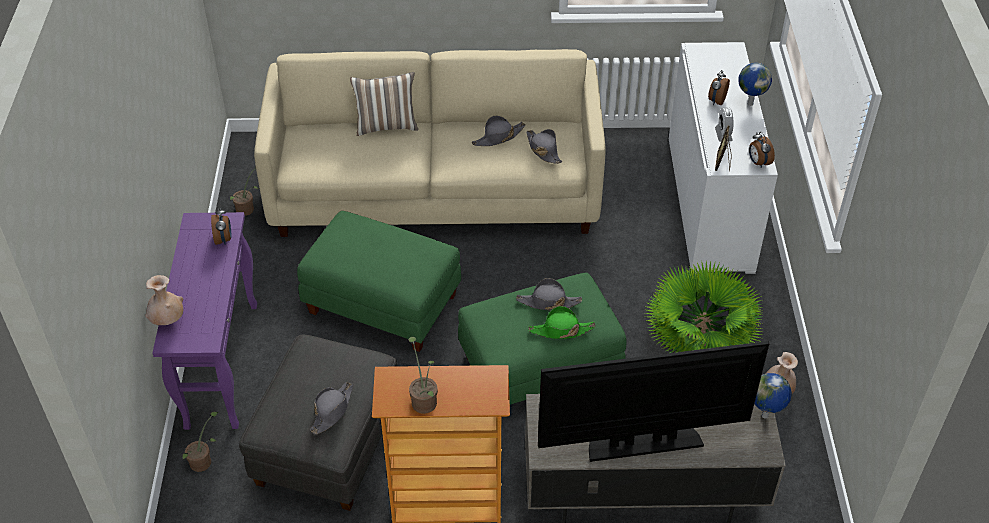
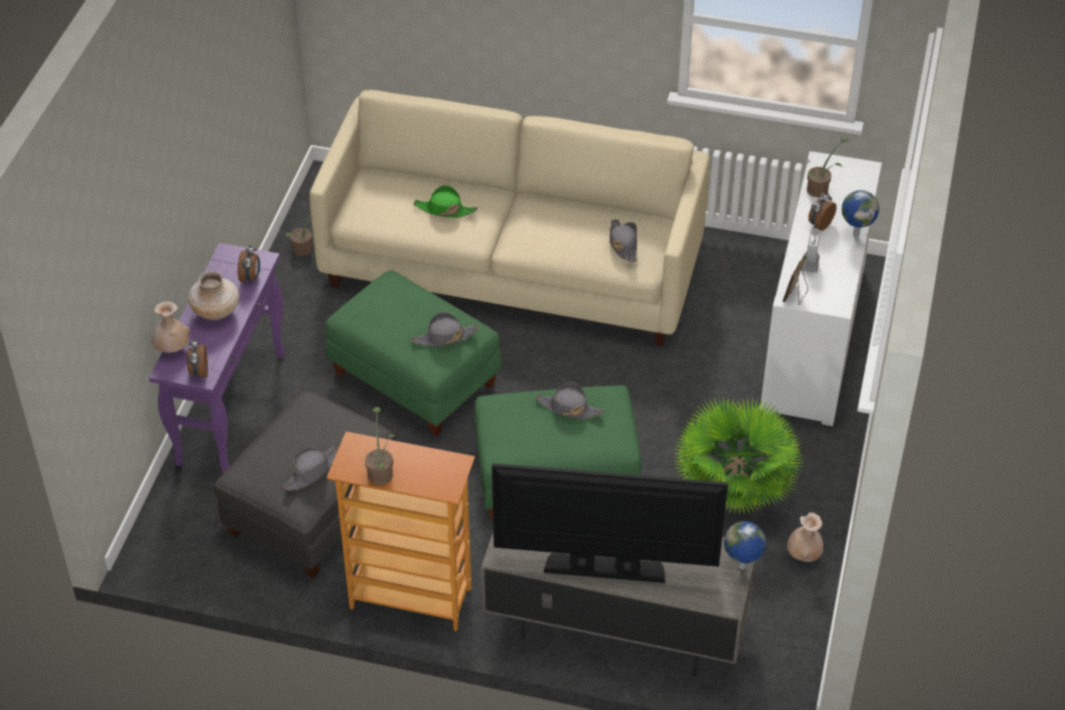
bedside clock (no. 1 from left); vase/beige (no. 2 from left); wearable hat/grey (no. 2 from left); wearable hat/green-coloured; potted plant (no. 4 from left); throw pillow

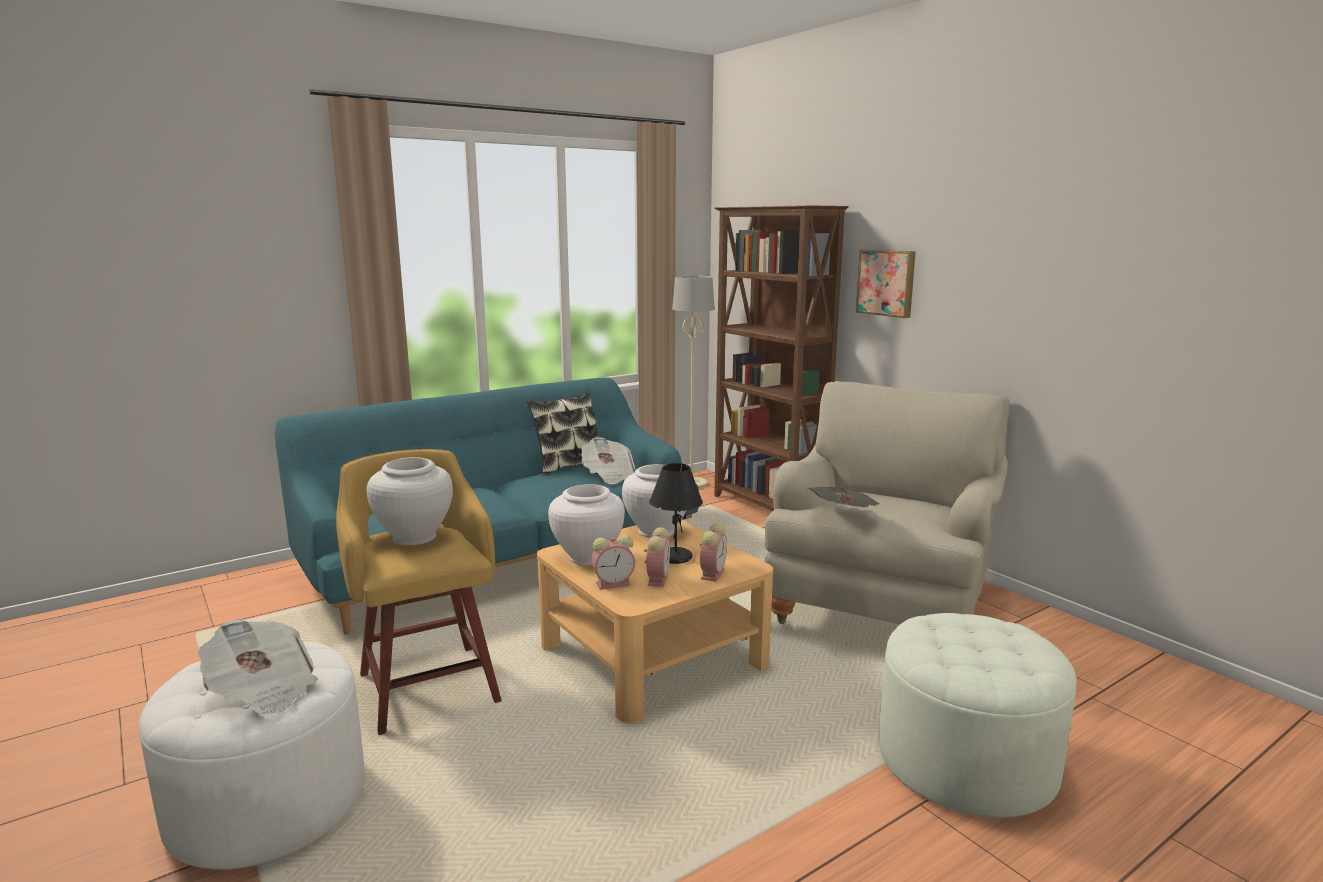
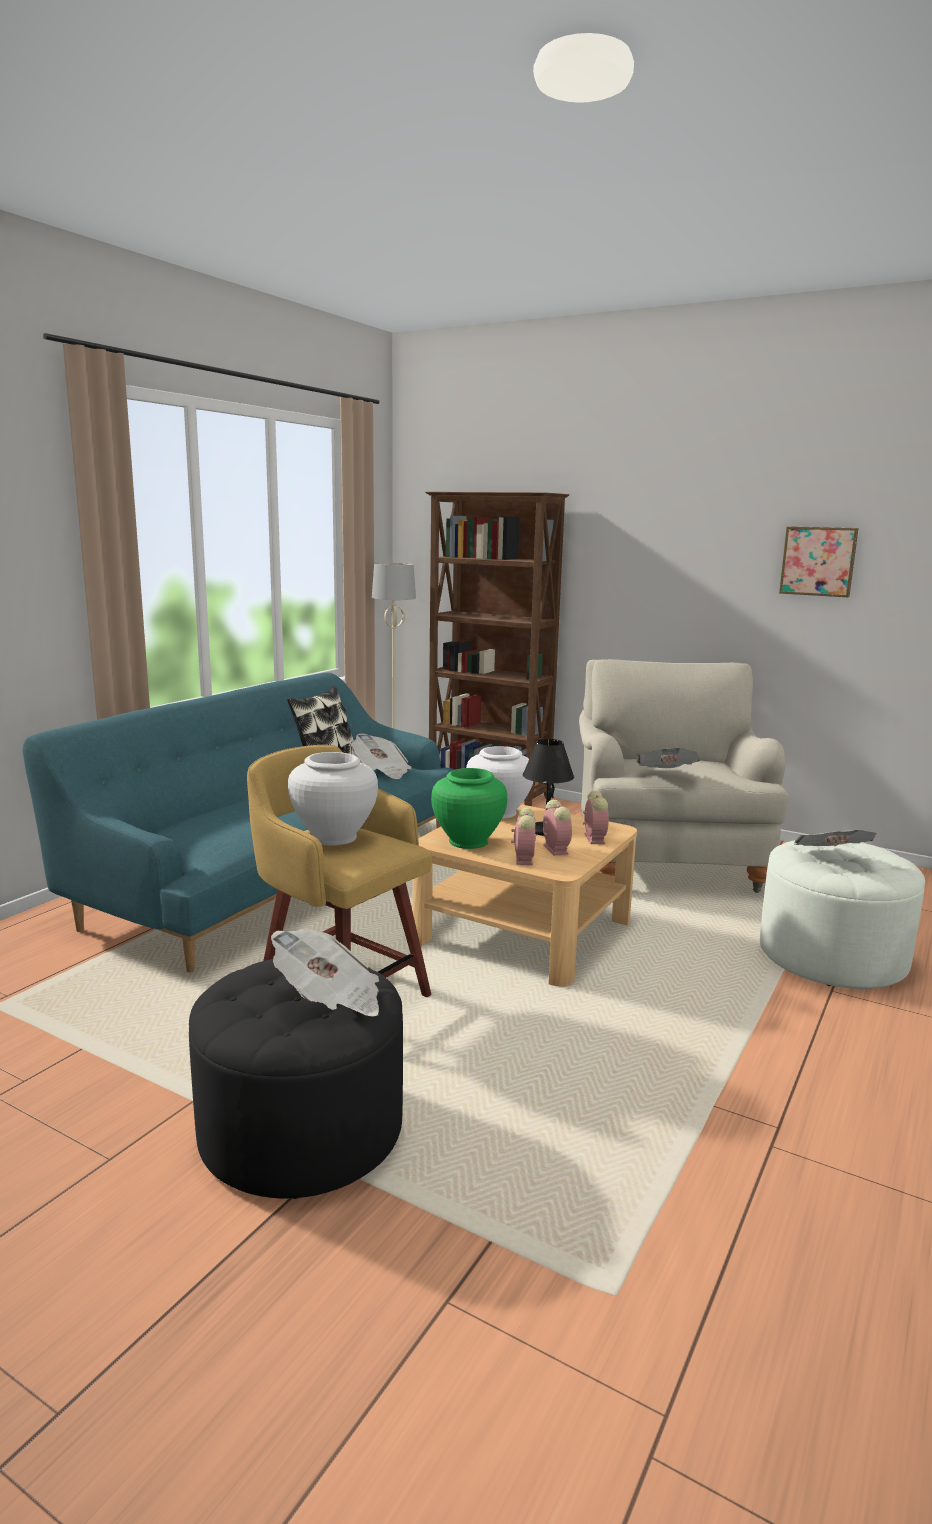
pouffe/blackish; vase/green-coloured; bedside clock (no. 1 from left); wall art; newspaper (no. 4 from left)

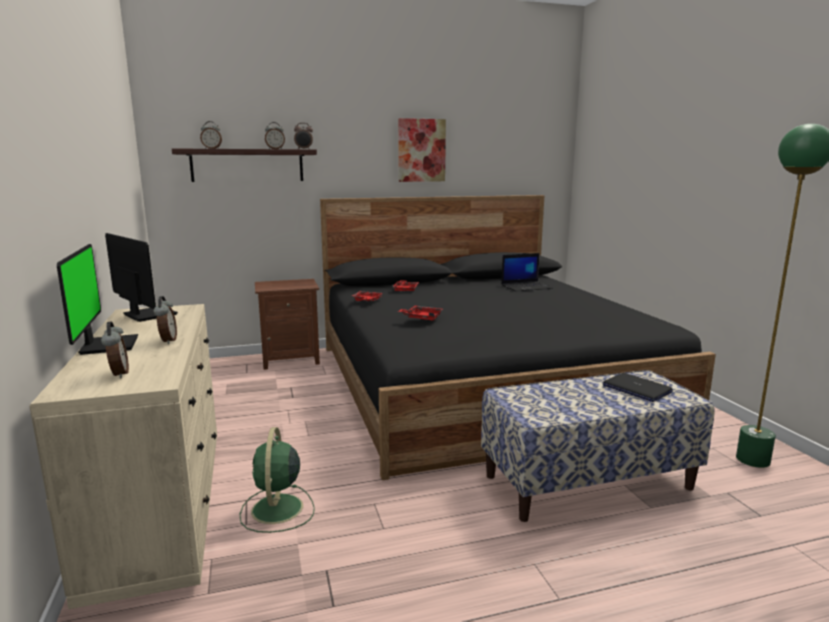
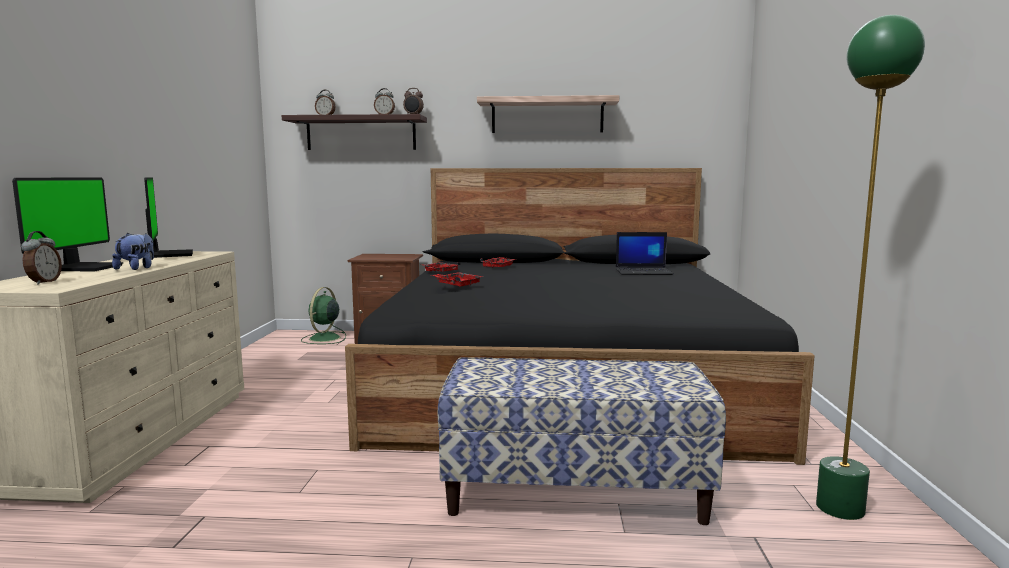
soft toy; fan/green-coloured; bracket shelf (no. 2 from left); laptop (no. 2 from left in the first image)

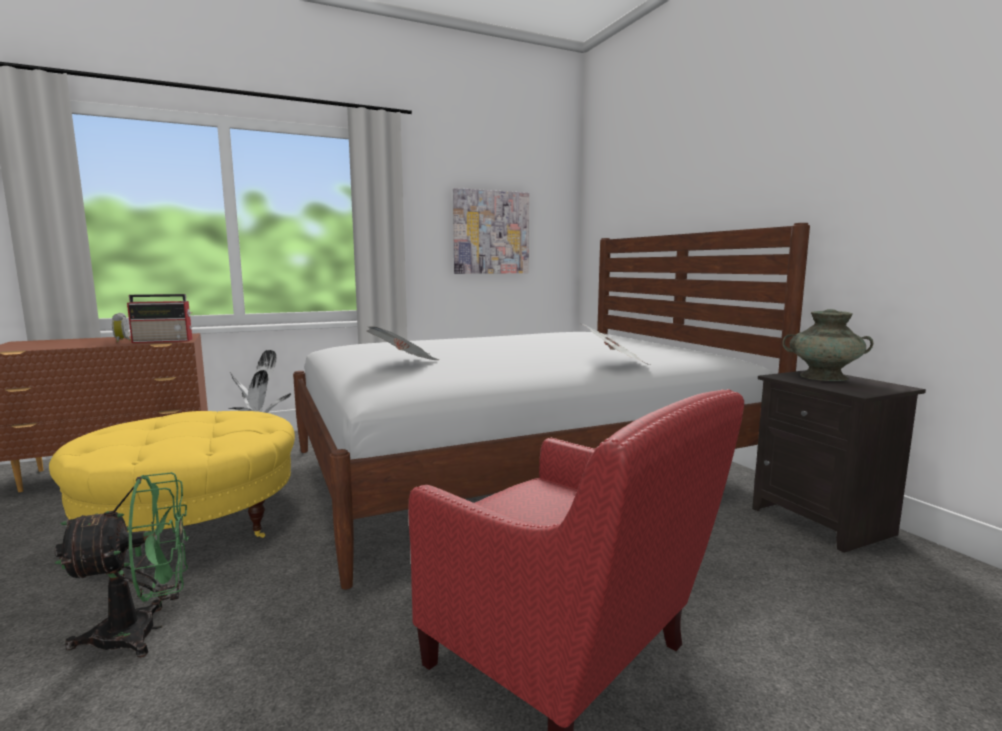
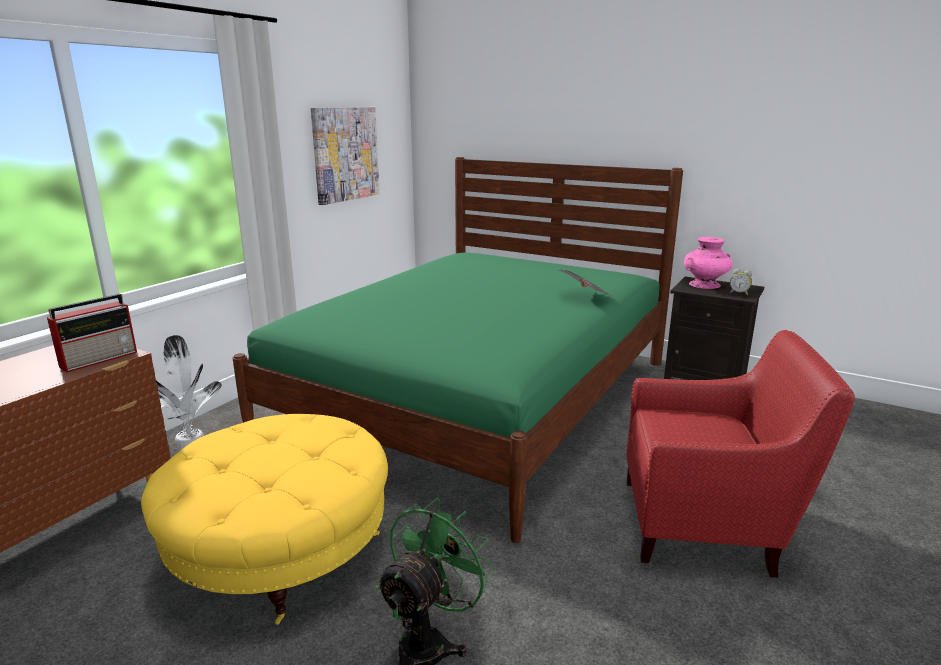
sleeping bed/green-coloured; vase/pink-coloured; bedside clock; newspaper (no. 1 from left in the first image)

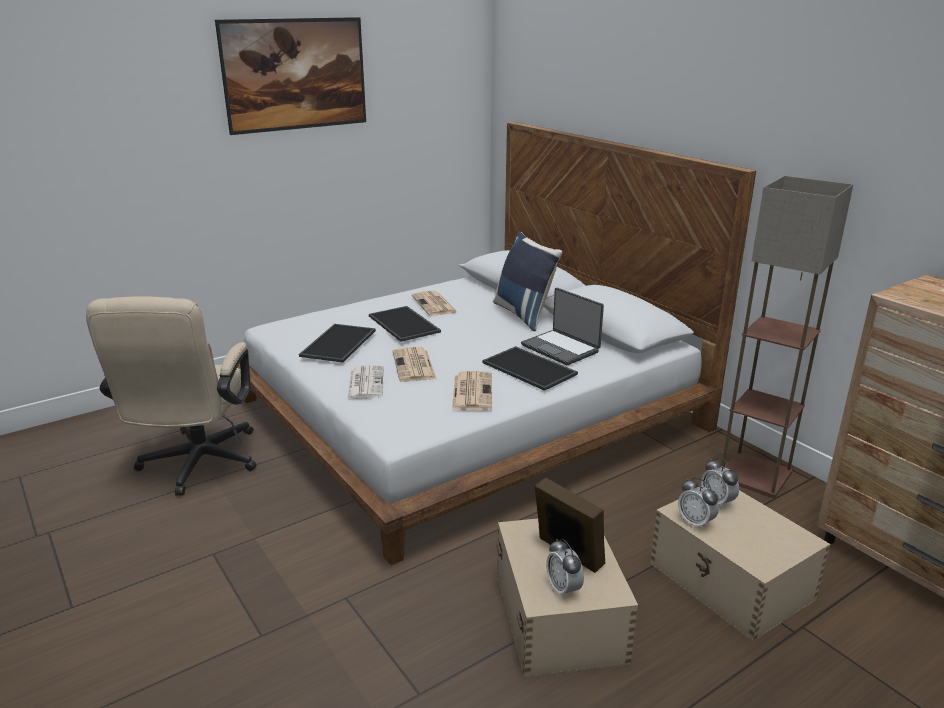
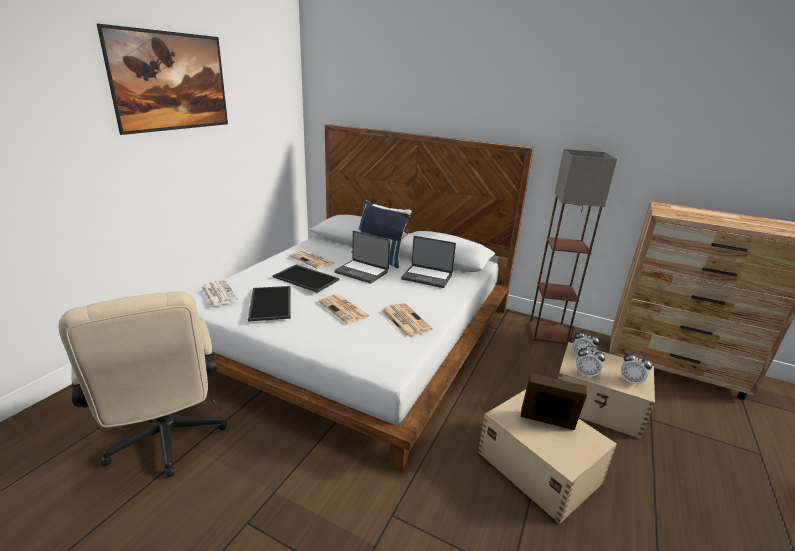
newspaper (no. 1 from left); laptop (no. 1 from left); bedside clock (no. 3 from left); carrying tray (no. 3 from left in the first image)

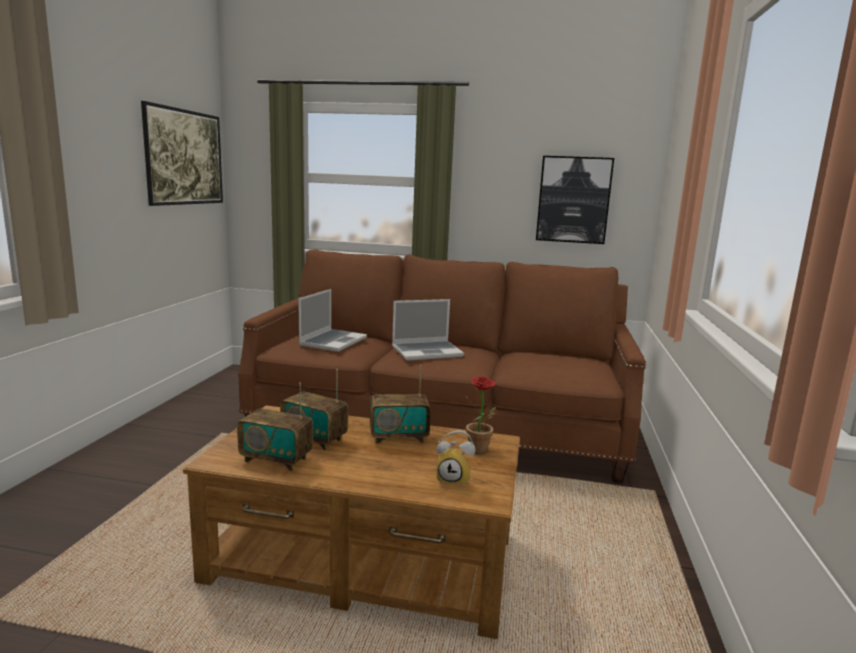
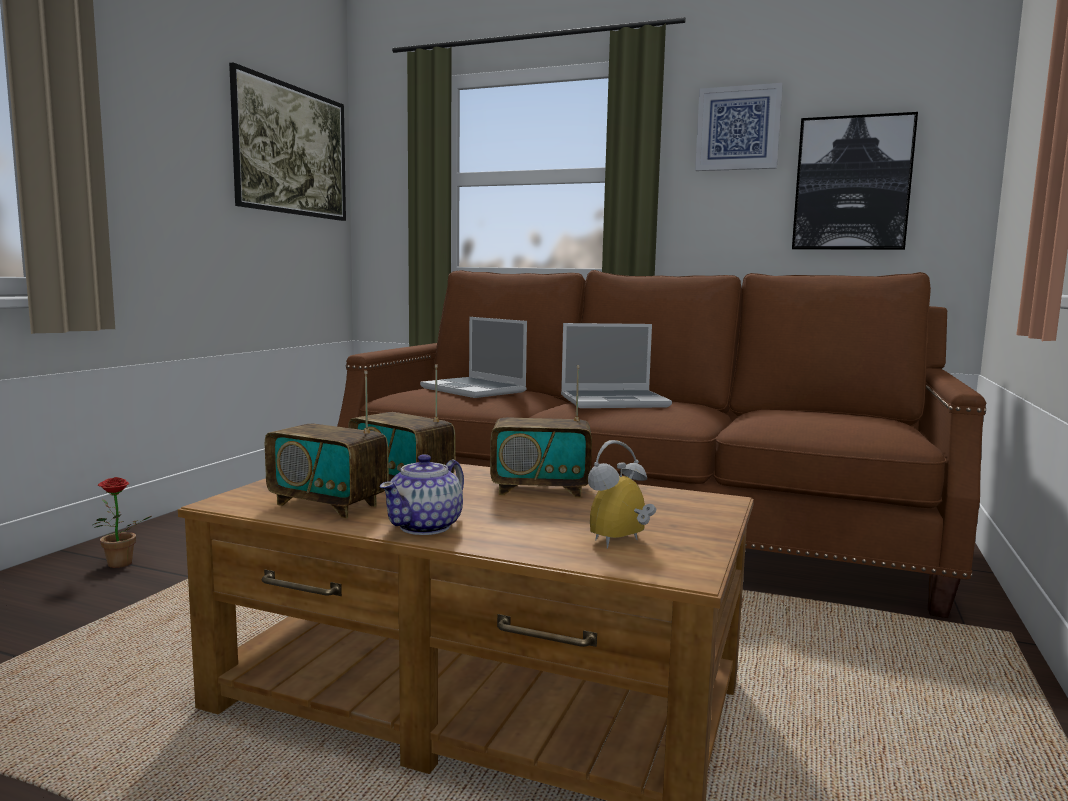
potted plant; teapot; laptop (no. 1 from left); bedside clock; wall art (no. 2 from left)

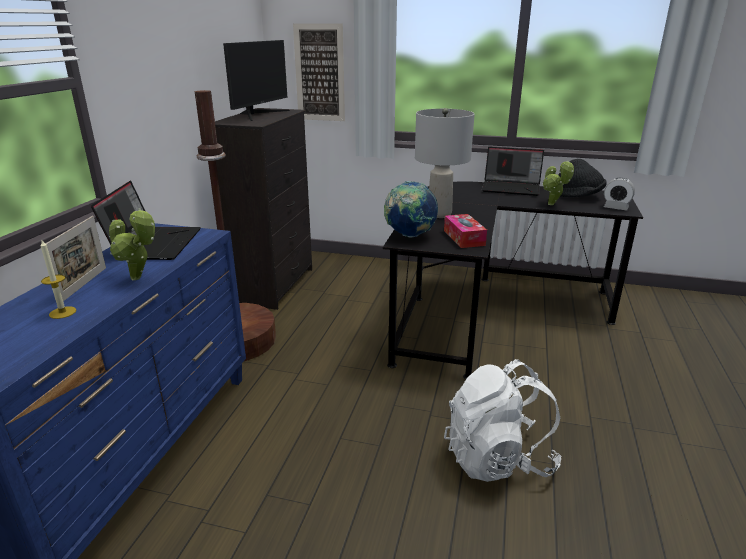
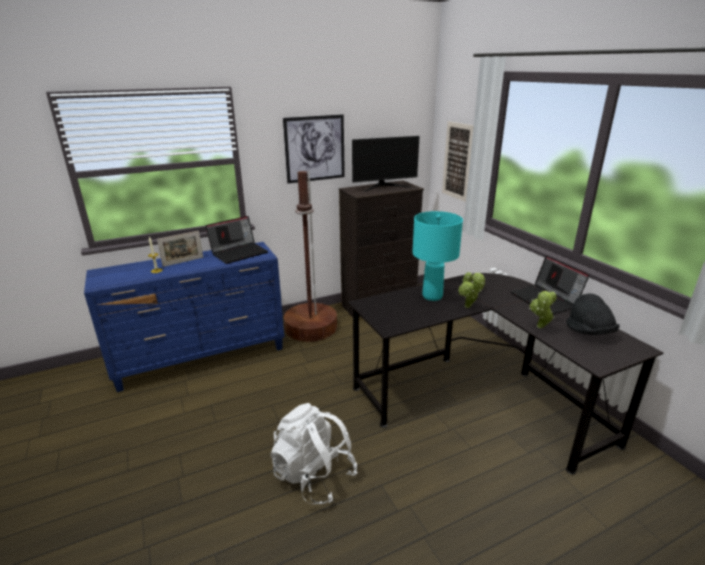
wall art (no. 1 from left); table lamp/turquoise; potted plant (no. 1 from left); desk globe; box of tissues; bedside clock

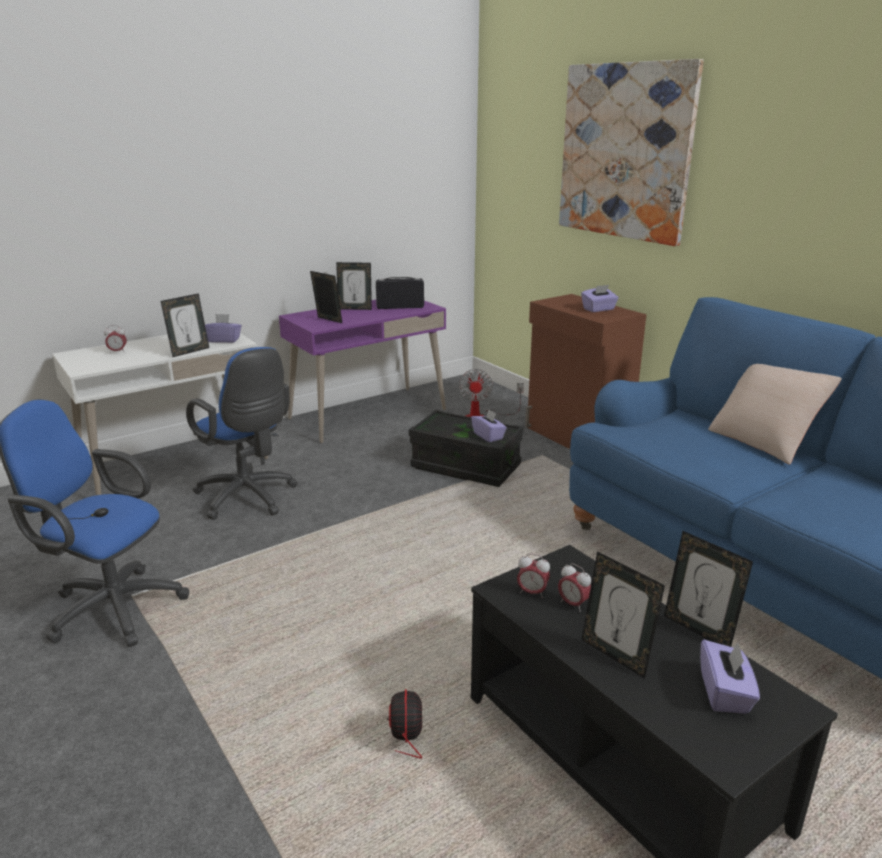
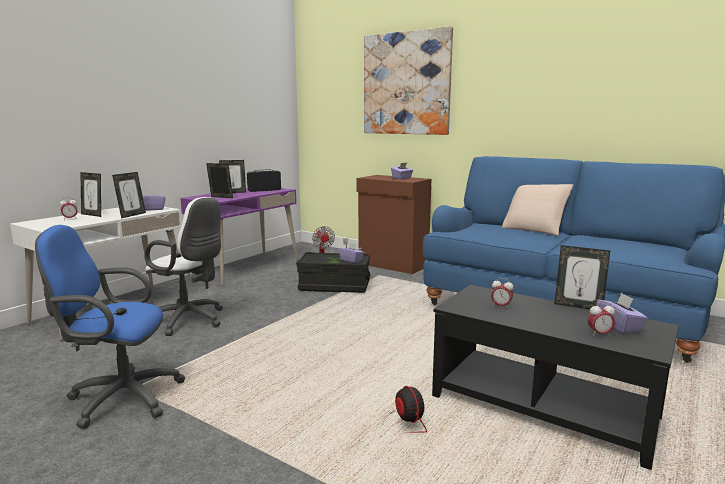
picture frame (no. 1 from left); desk chair/white; bedside clock (no. 3 from left)

